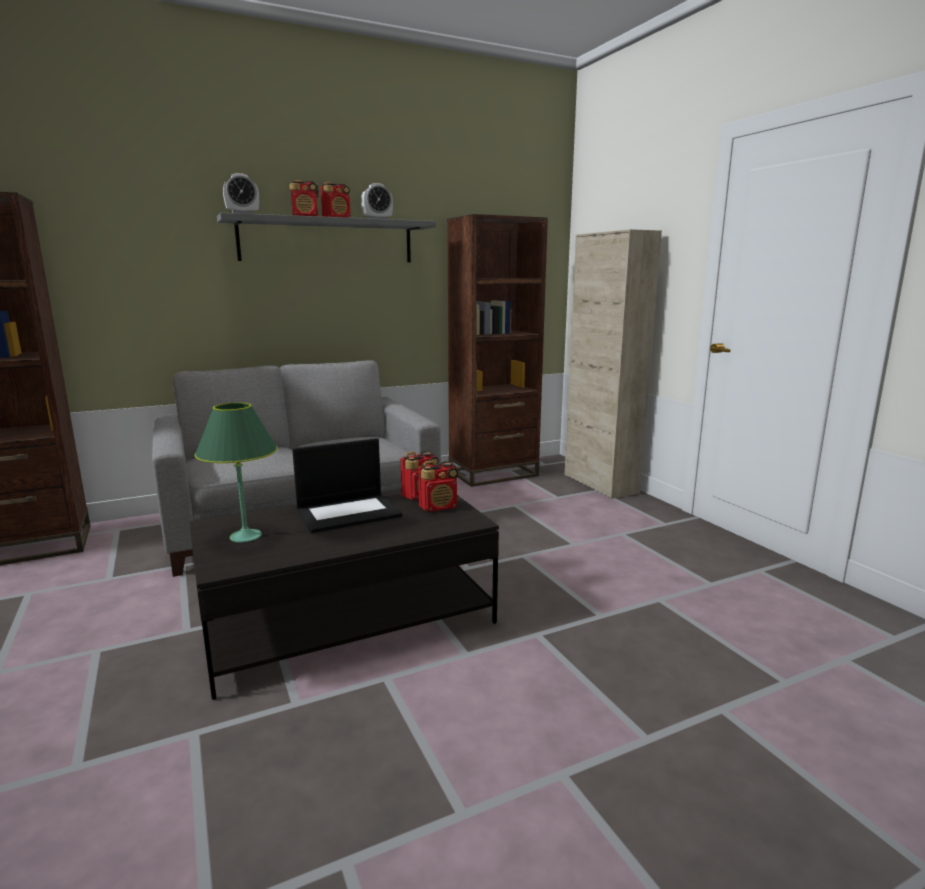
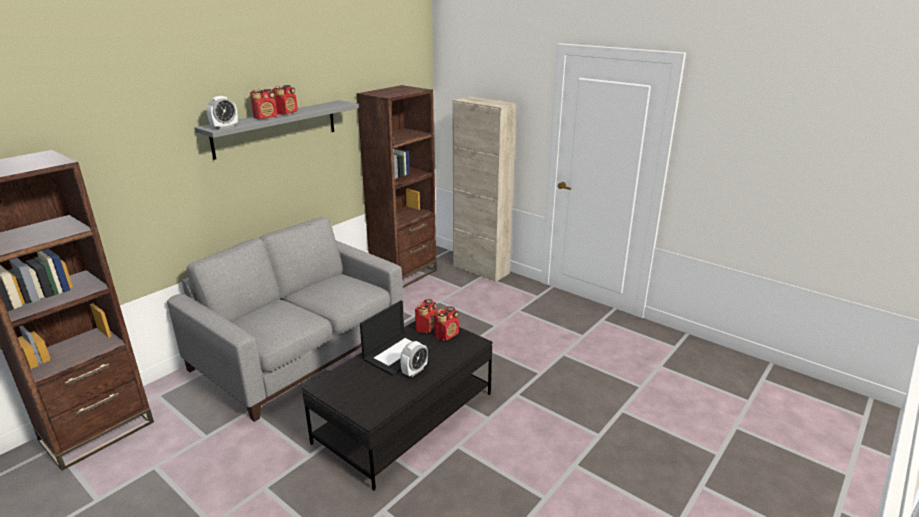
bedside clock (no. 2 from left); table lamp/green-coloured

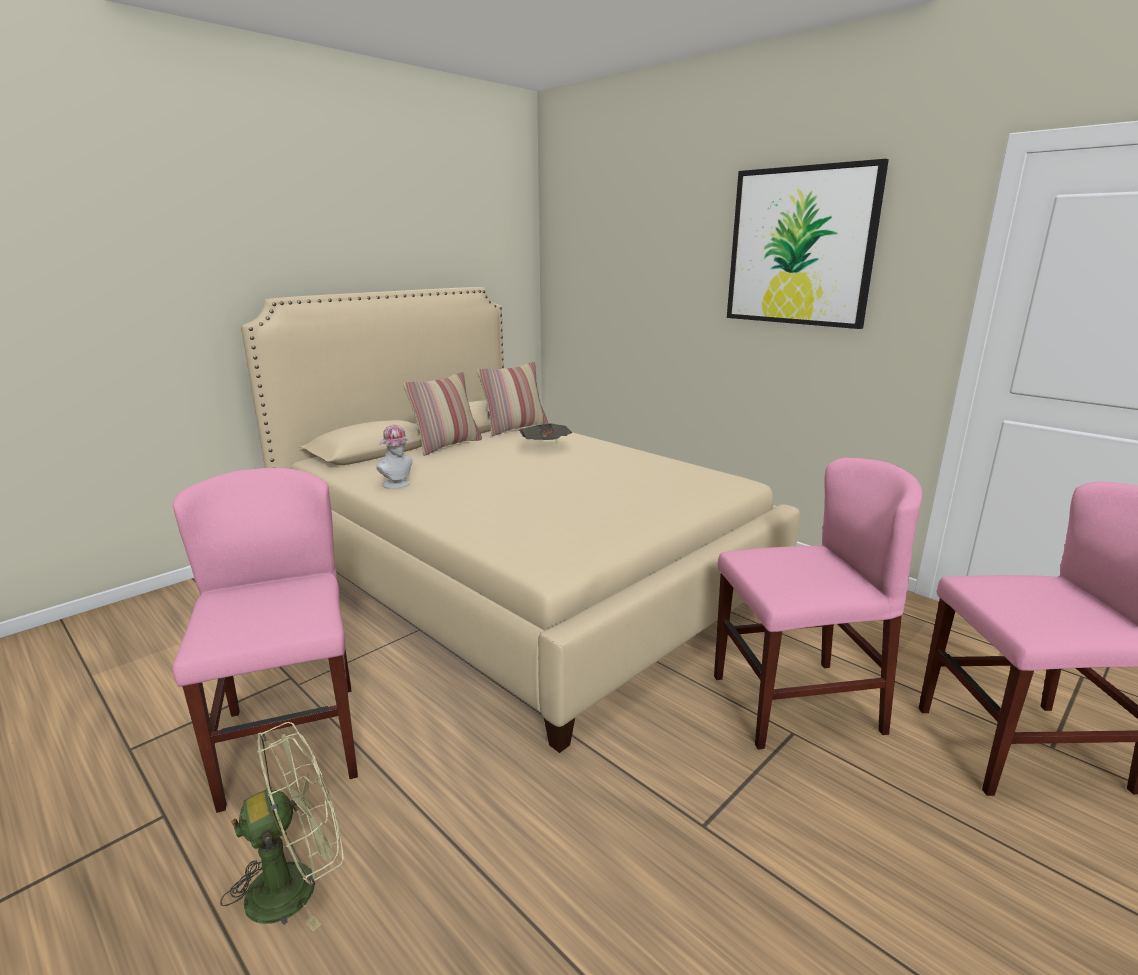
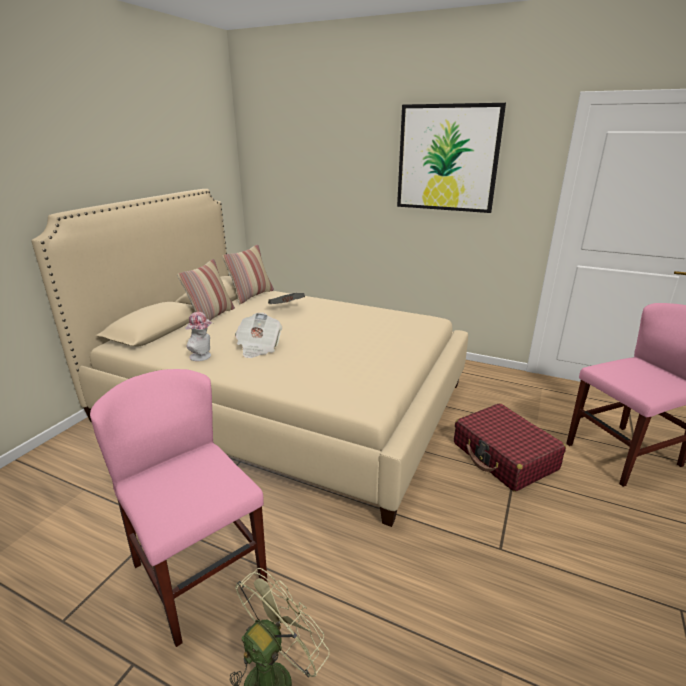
newspaper (no. 1 from left); suitcase/red

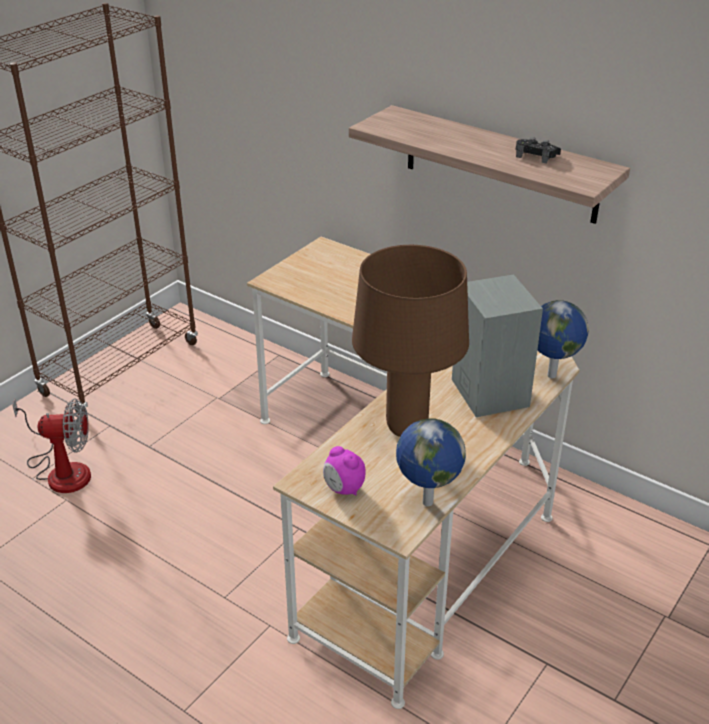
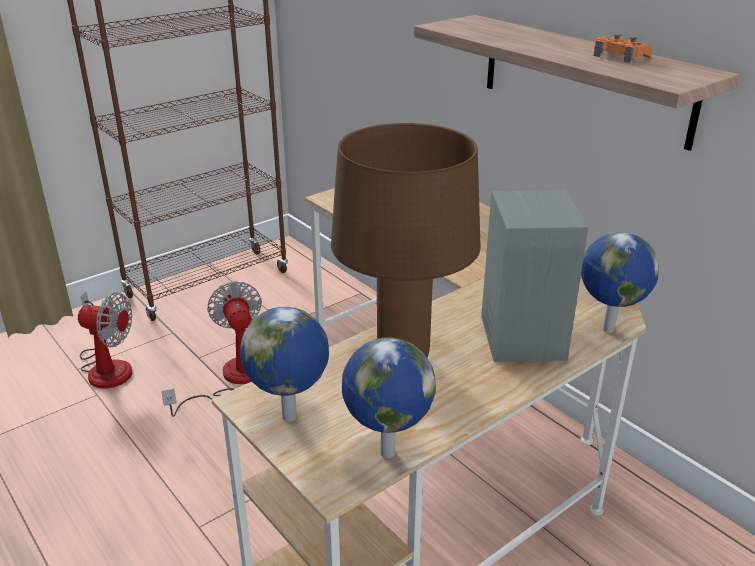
fan (no. 2 from left); desk globe (no. 1 from left); game controller/orangey

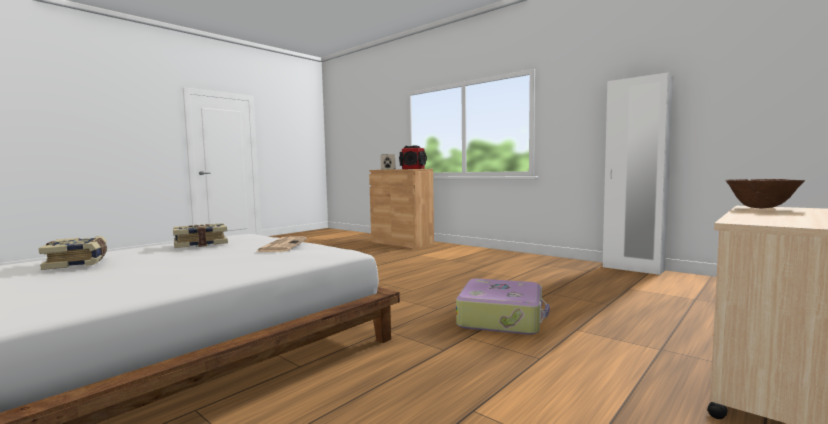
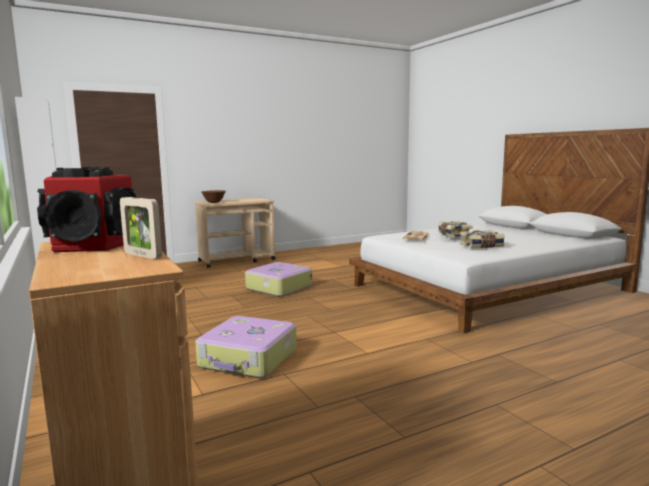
suitcase (no. 1 from left); volume (no. 1 from left)

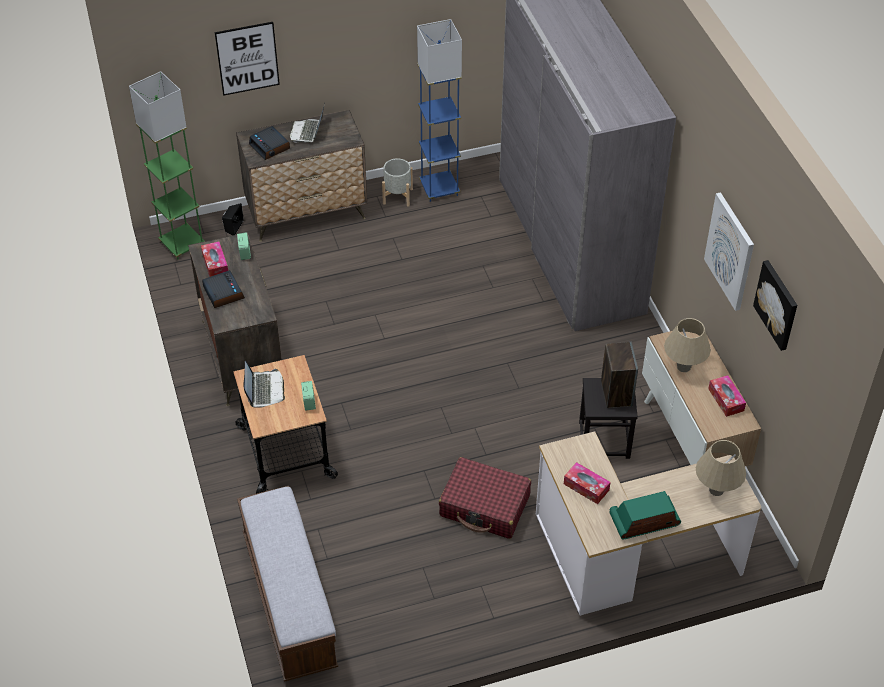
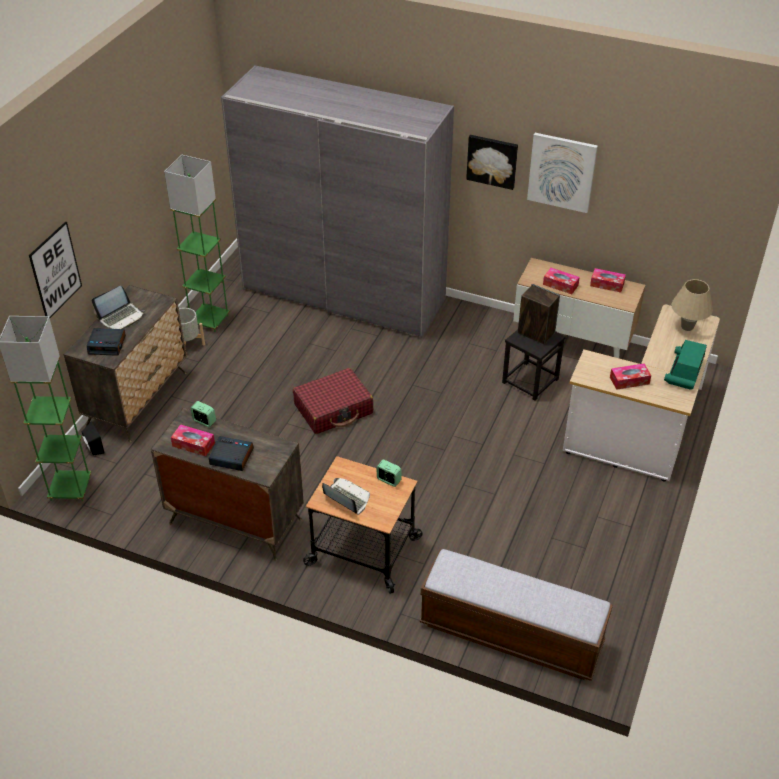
laptop (no. 1 from left); standing lamp/green-coloured (no. 2 from left); suitcase/red; wall art (no. 2 from left); box of tissues (no. 2 from left)

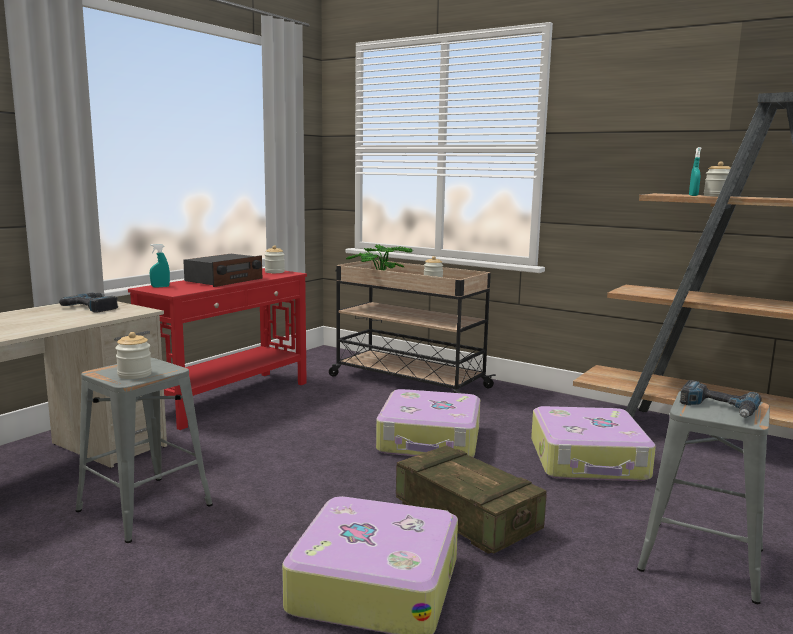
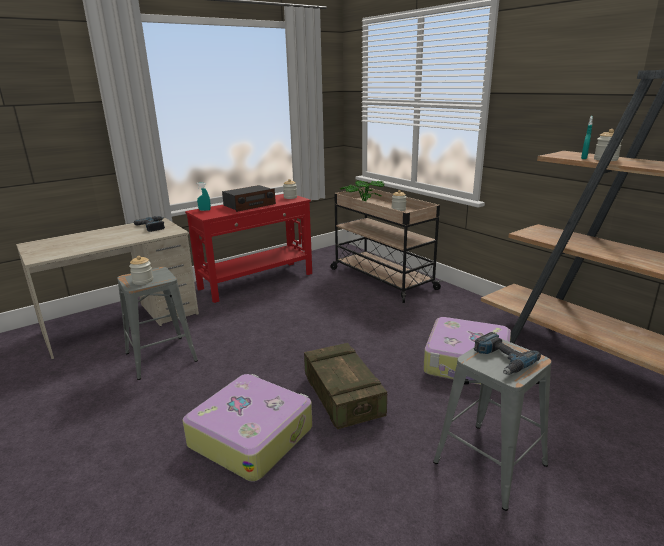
suitcase (no. 2 from left in the first image)

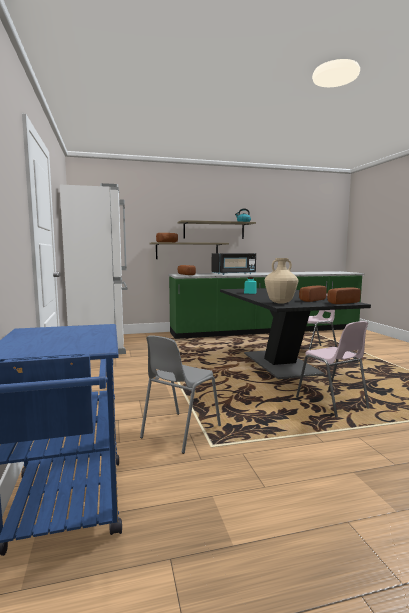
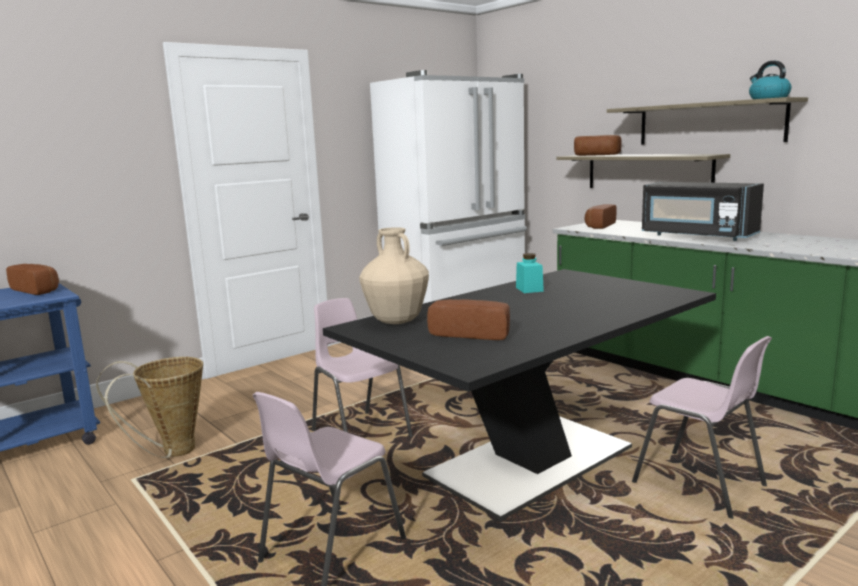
bread (no. 1 from left); storage basket; plain chair/pink-coloured (no. 2 from left)

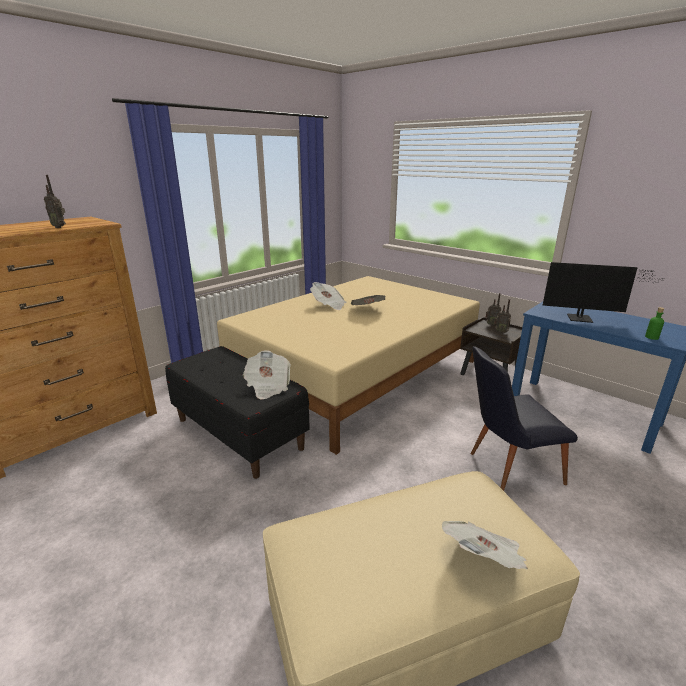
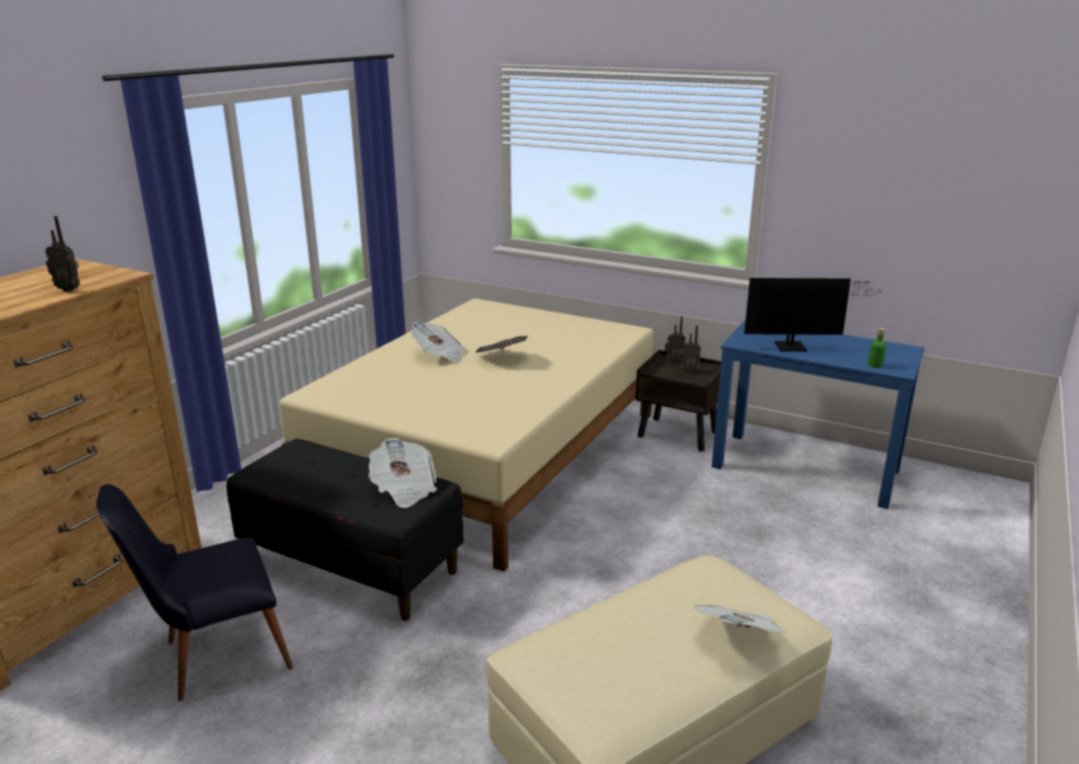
plain chair/blackish

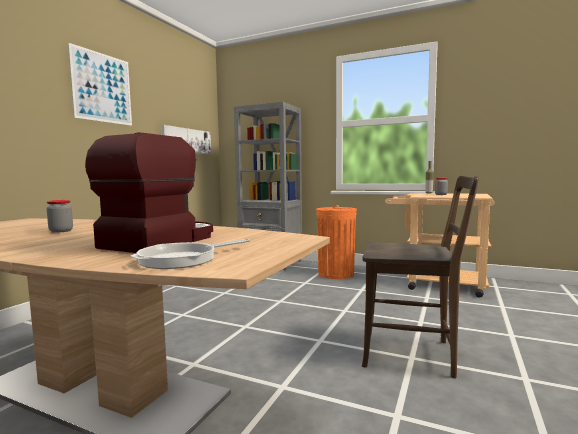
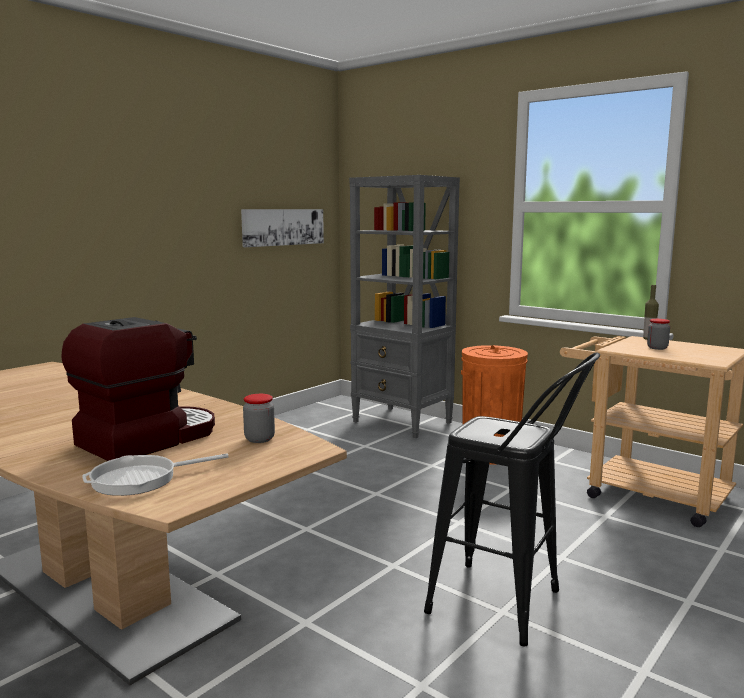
preserve jar (no. 1 from left); sitting stool/blackish; wall art (no. 1 from left in the first image)

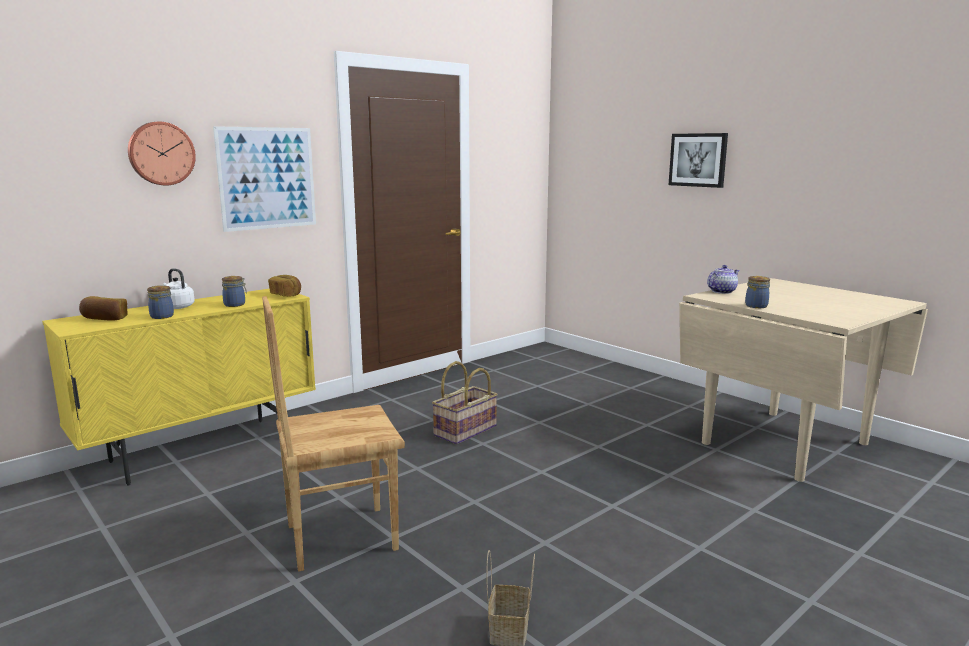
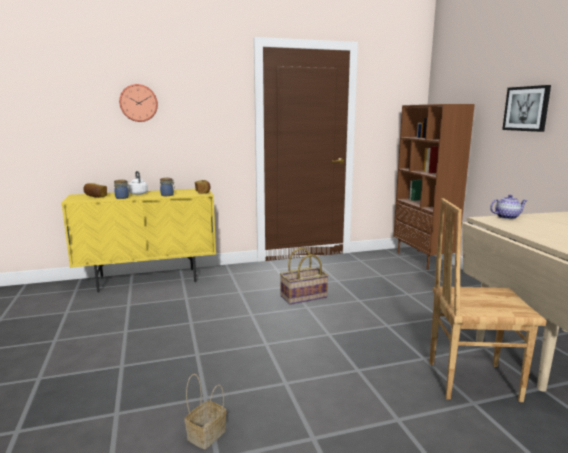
shelving unit/brown; plain chair/brown; wall art (no. 1 from left in the first image); preserve jar (no. 3 from left in the first image)

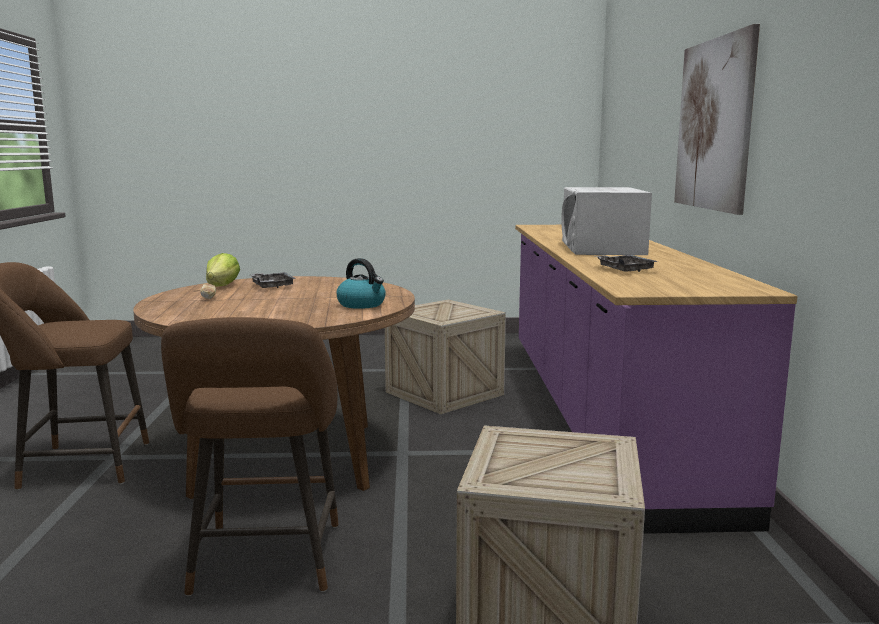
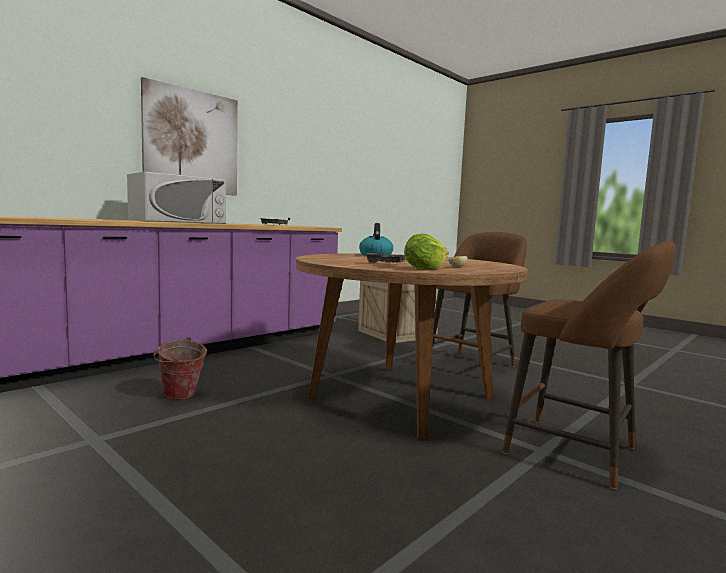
pail

